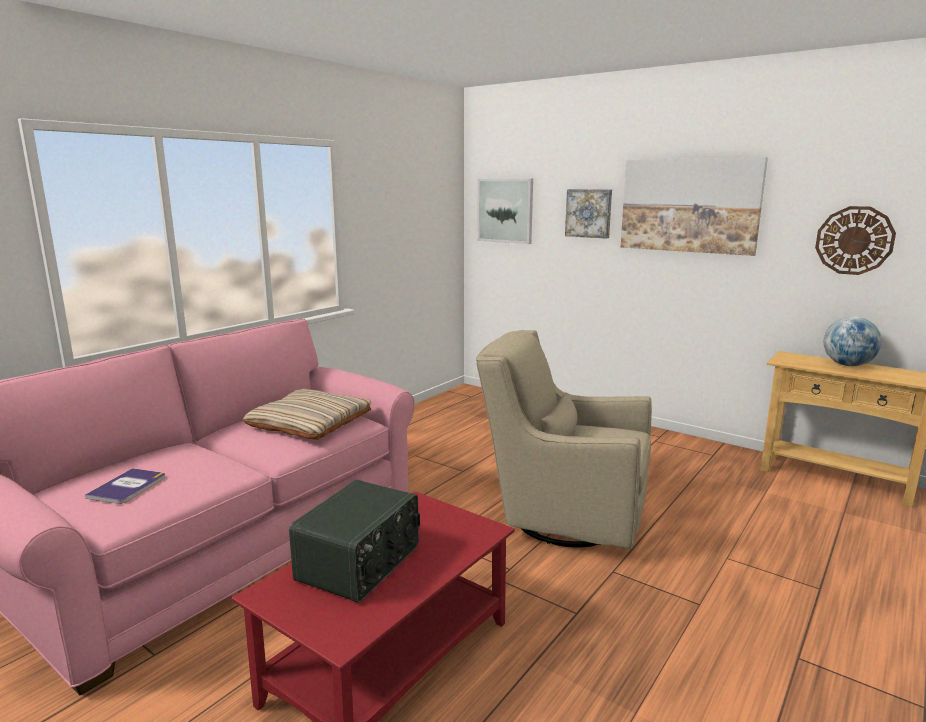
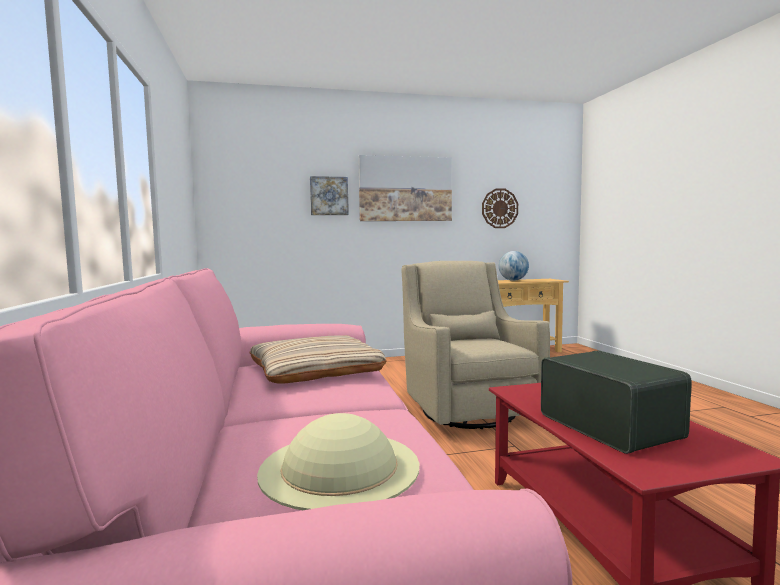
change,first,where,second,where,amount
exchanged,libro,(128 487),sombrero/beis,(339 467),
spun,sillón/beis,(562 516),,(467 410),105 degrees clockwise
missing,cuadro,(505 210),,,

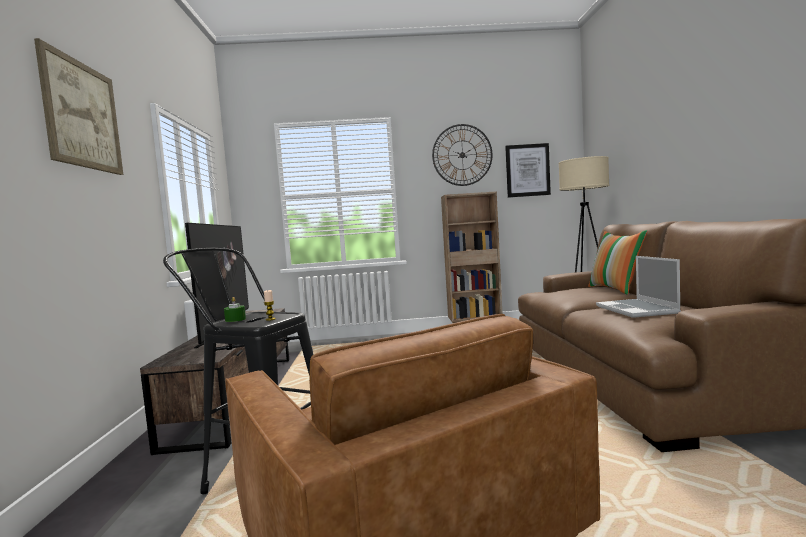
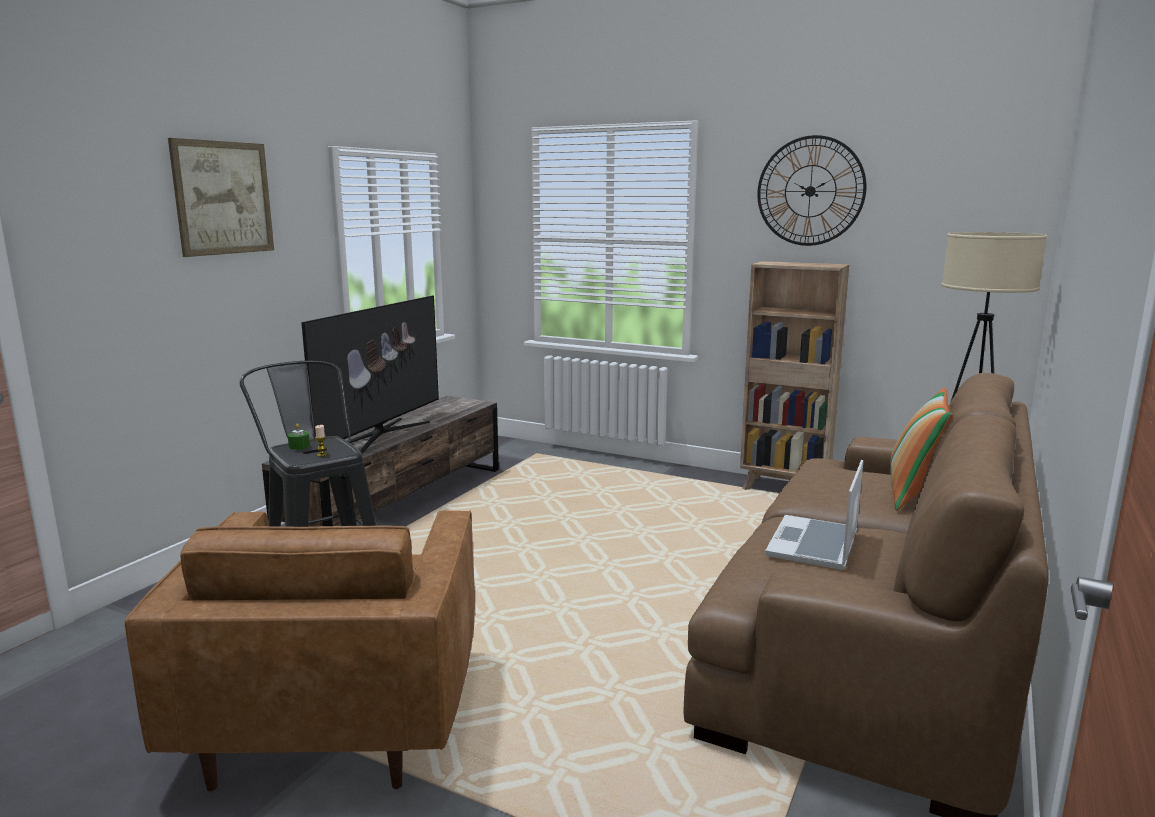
change,first,where,second,where,amount
missing,cuadro,(527 170),,,

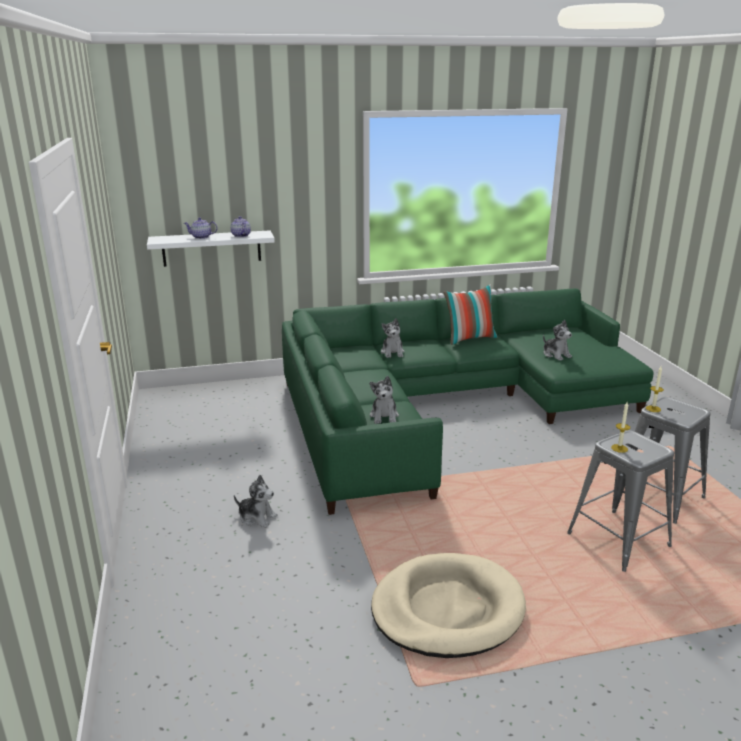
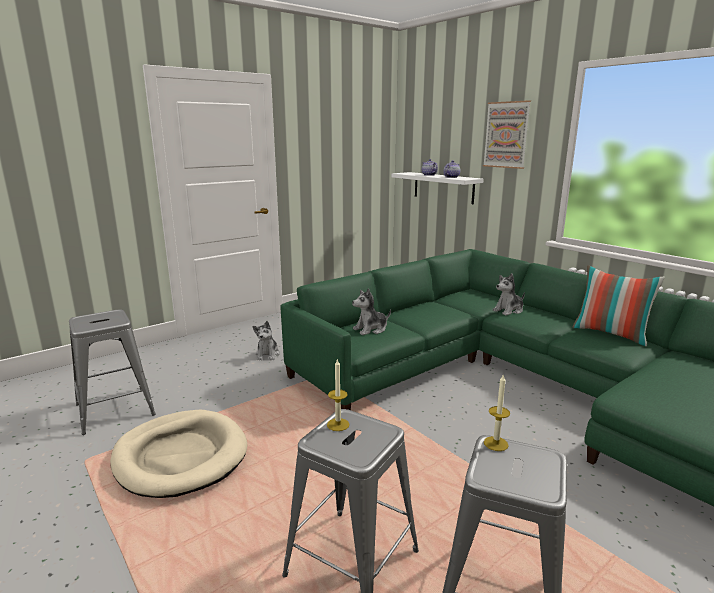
change,first,where,second,where,amount
appeared,,,taburete/gris,(114 410),
appeared,,,cuadro,(506 135),
missing,peluche,(556 355),,,

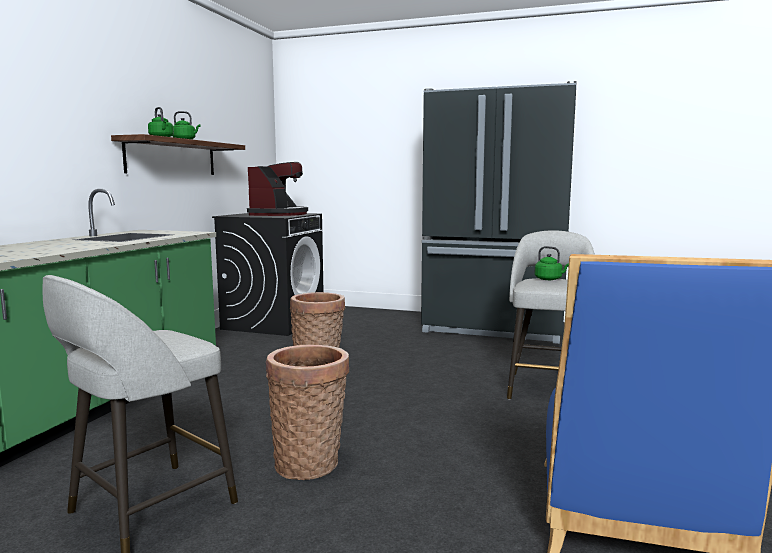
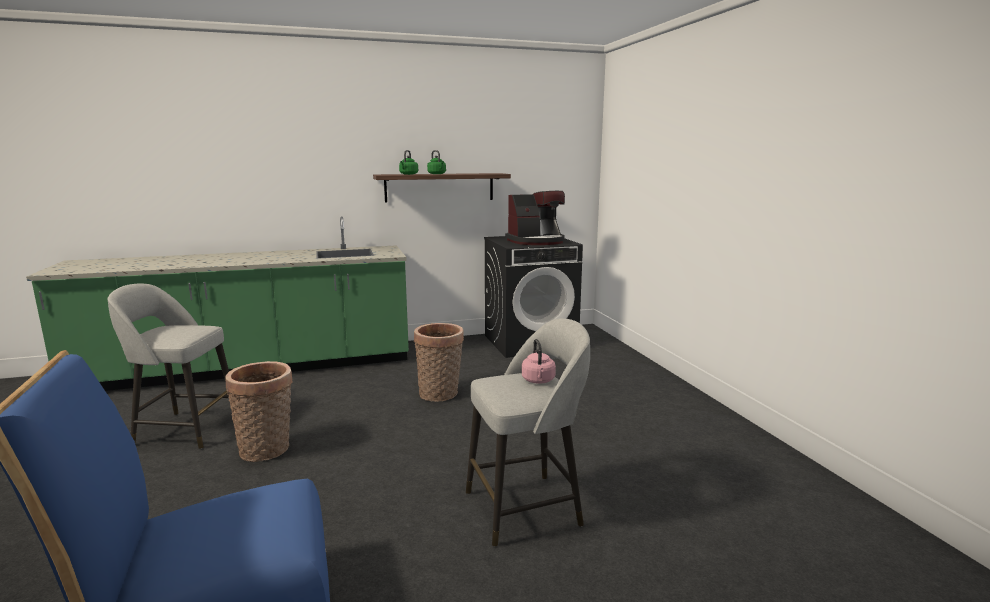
change,first,where,second,where,amount
colour,hervidor/verde,(549 279),hervidor/rosa,(538 381),
missing,nevera/negro,(494 328),,,

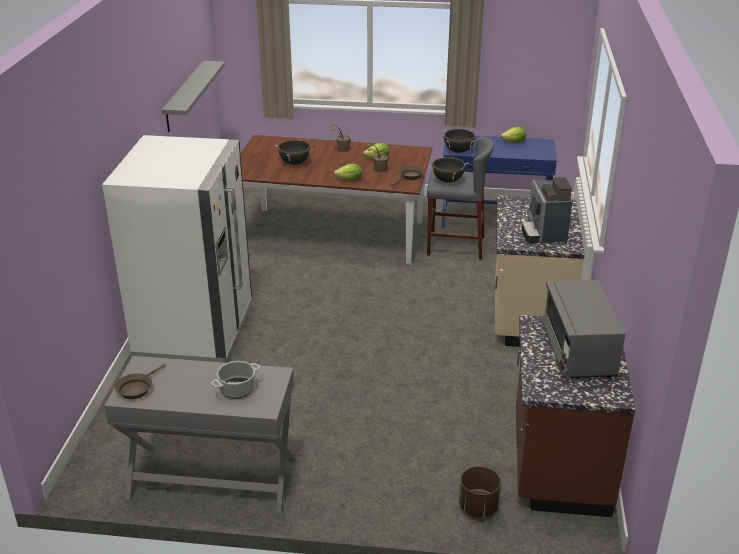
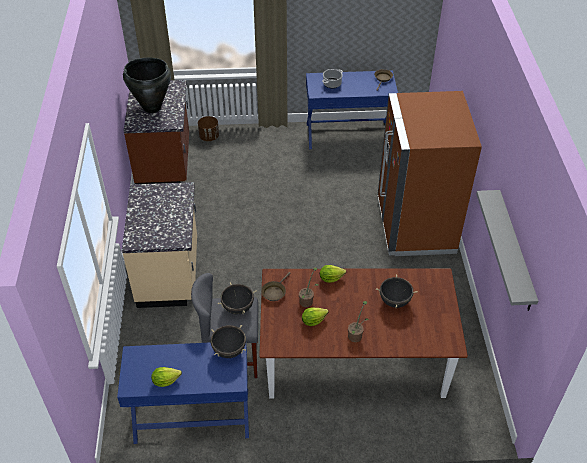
change,first,where,second,where,amount
exchanged,microondas/gris,(578 351),florero/negro,(152 107),
colour,mesa consola/gris,(212 479),mesa consola/azul,(348 134),
colour,nevera/blanco,(195 331),nevera/marrón,(415 226),
missing,cafetera,(544 232),,,

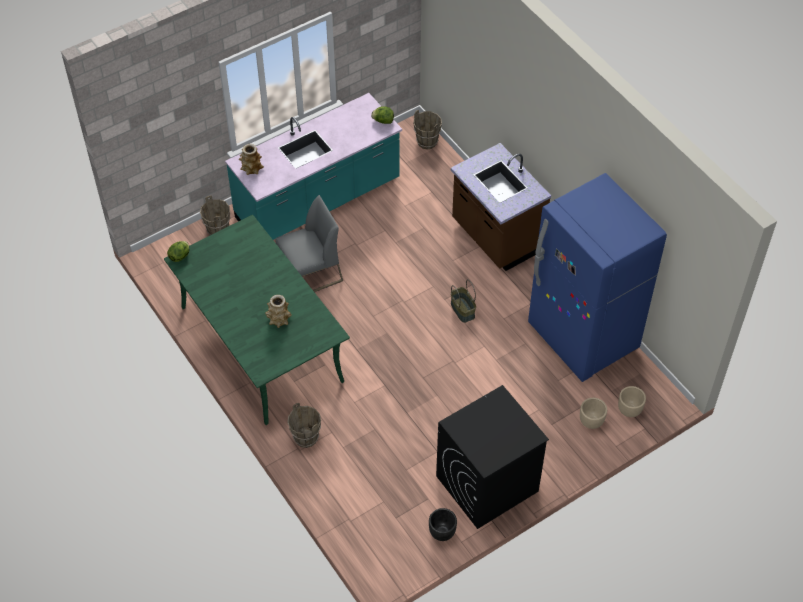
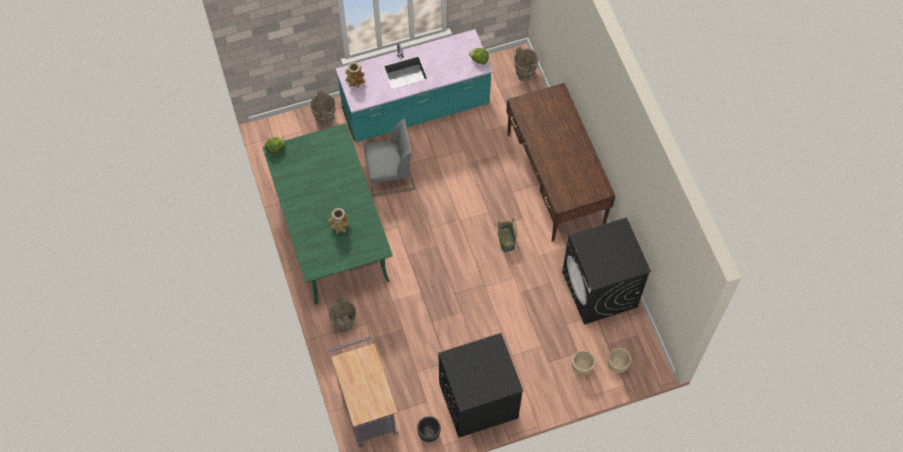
change,first,where,second,where,amount
appeared,,,carrito/gris,(366 406),
exchanged,mueble bajo de cocina/marrón,(495 237),escritorio/marrón,(555 178),
exchanged,nevera/azul,(583 337),lavadora/negro,(600 290),

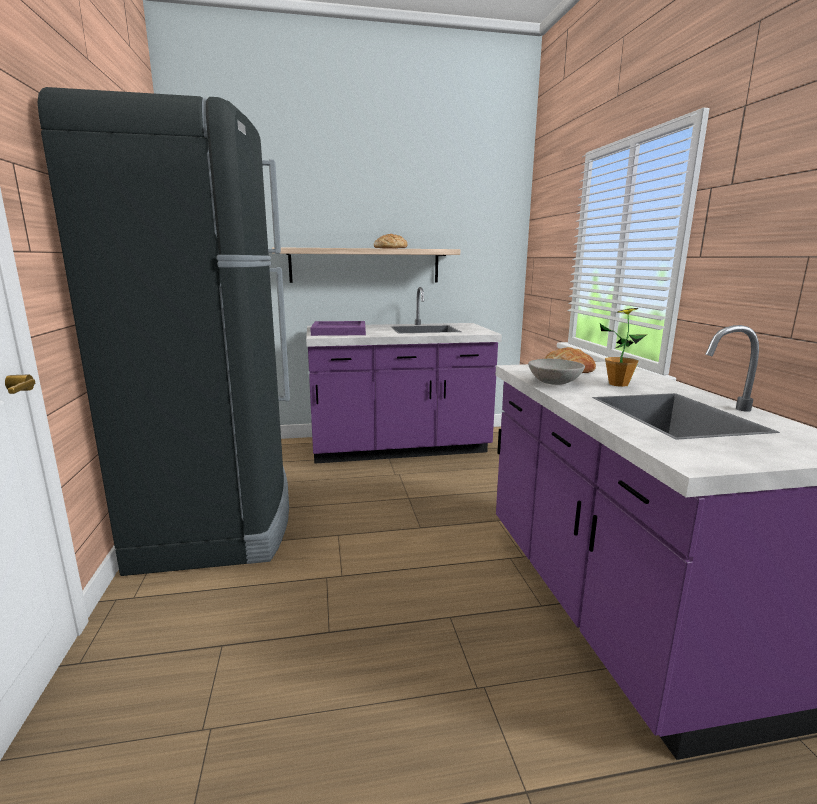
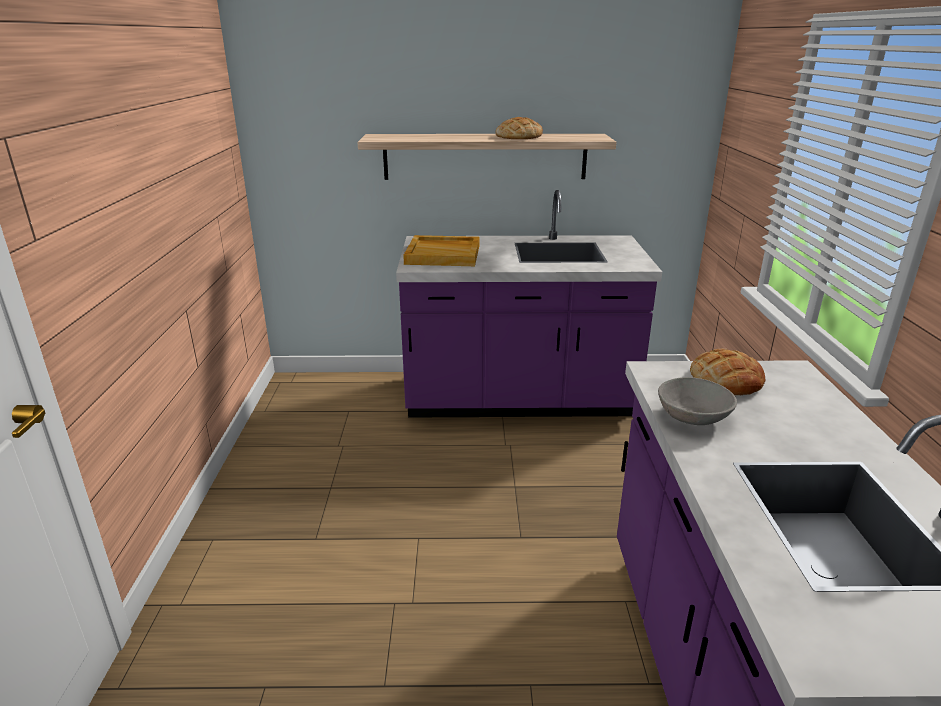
change,first,where,second,where,amount
colour,bandeja/morado,(339 331),bandeja/beis,(444 254),
missing,nevera/negro,(218 521),,,
missing,planta en maceta,(618 384),,,

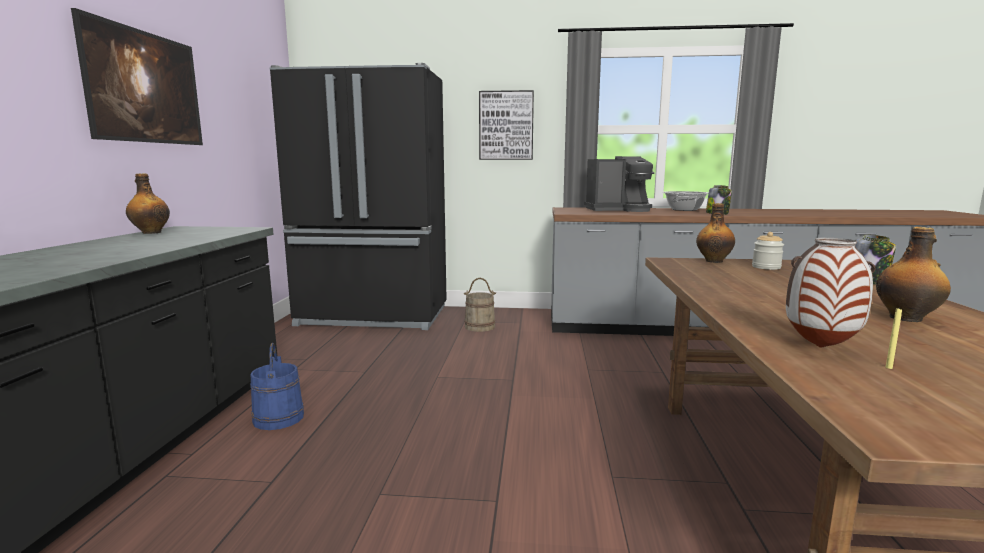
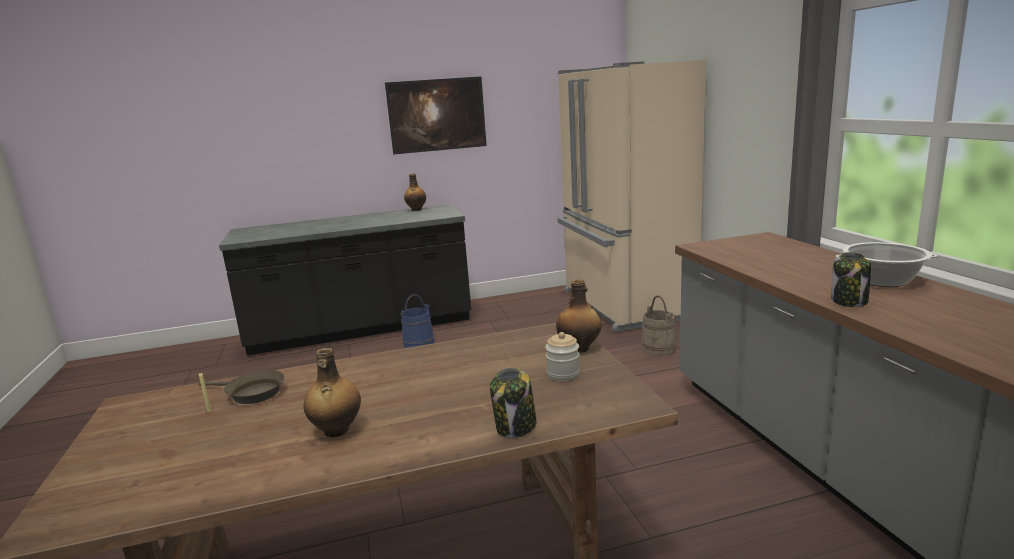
change,first,where,second,where,amount
exchanged,florero,(821 347),sartén/marrón,(251 393),
colour,nevera/negro,(373 317),nevera/beis,(624 305),
missing,cuadro,(506 125),,,
missing,cafetera,(619 210),,,

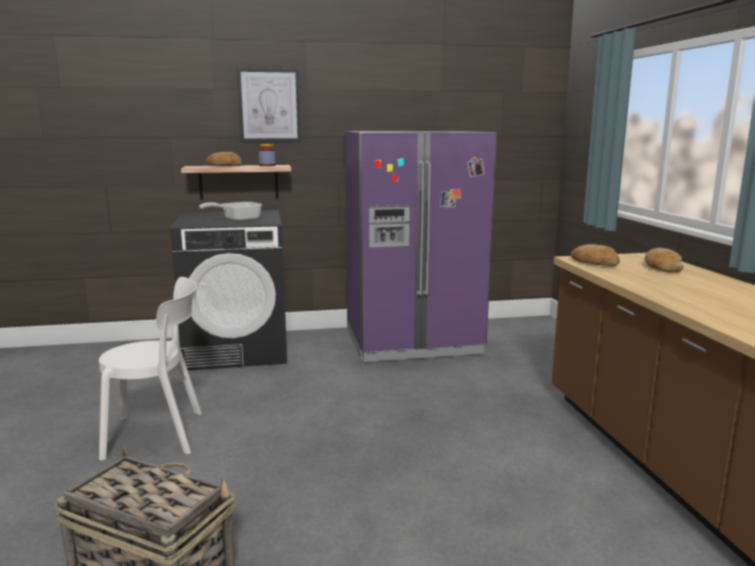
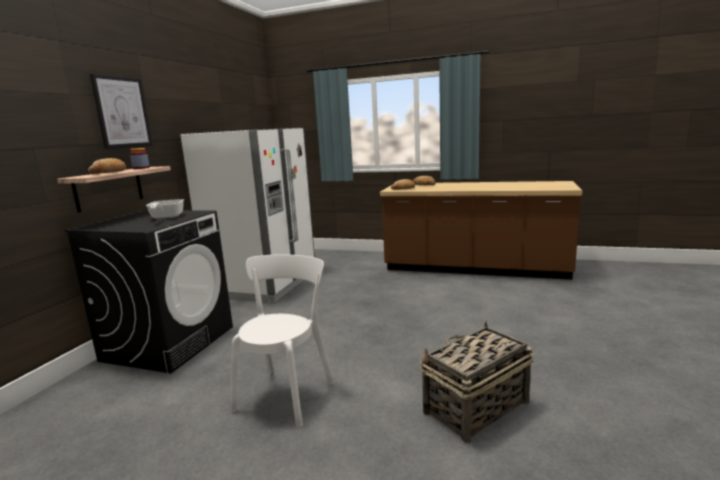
change,first,where,second,where,amount
colour,nevera/morado,(412 341),nevera/blanco,(264 284),

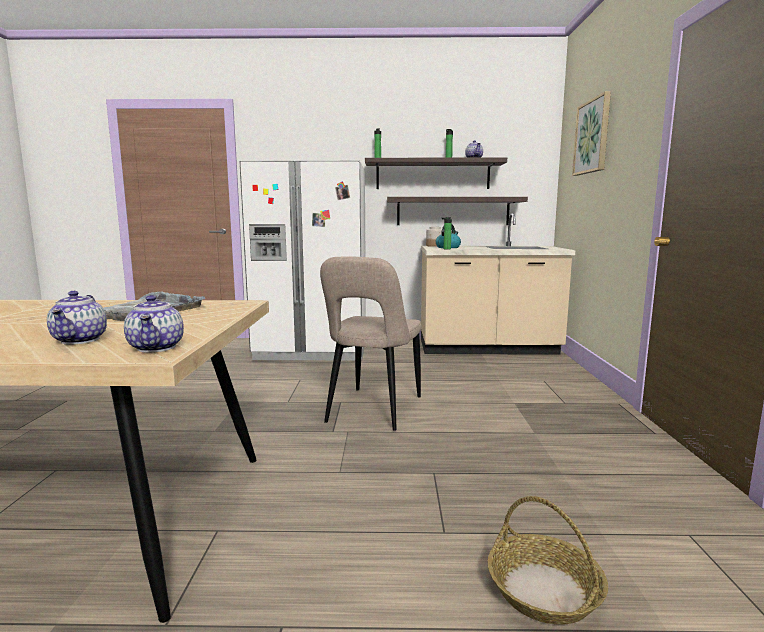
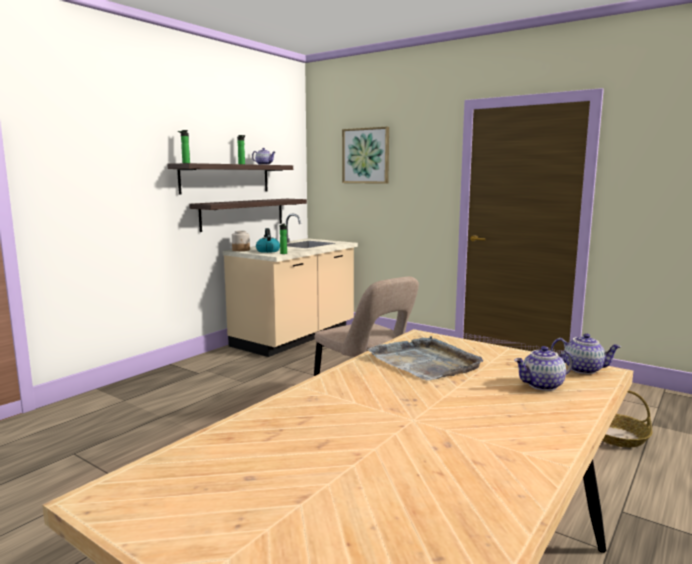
change,first,where,second,where,amount
spun,tetera,(81 340),,(542 386),135 degrees clockwise
missing,nevera/blanco,(313 350),,,

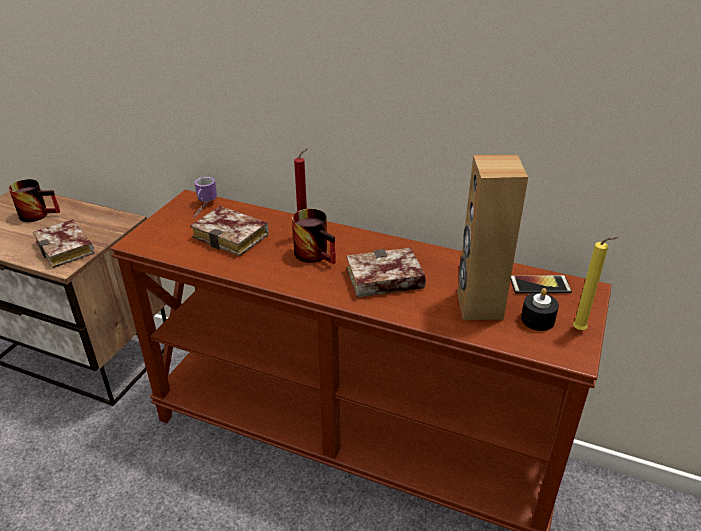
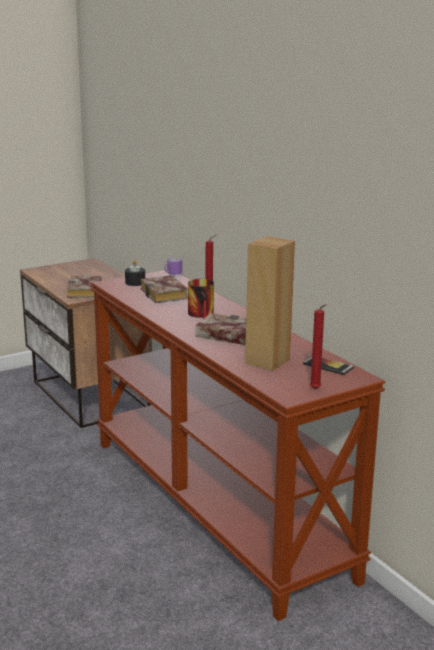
change,first,where,second,where,amount
relocated,vela/negro,(537 319),,(135 282),
colour,vela/amarillo,(581 330),vela/rojo,(316 390),
missing,taza grande,(39 213),,,

